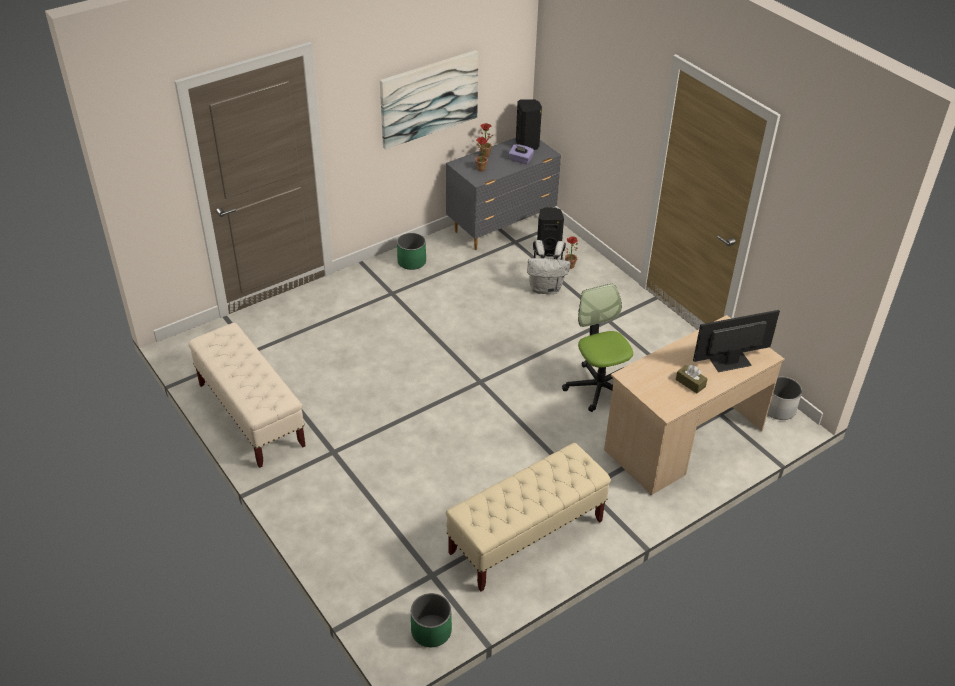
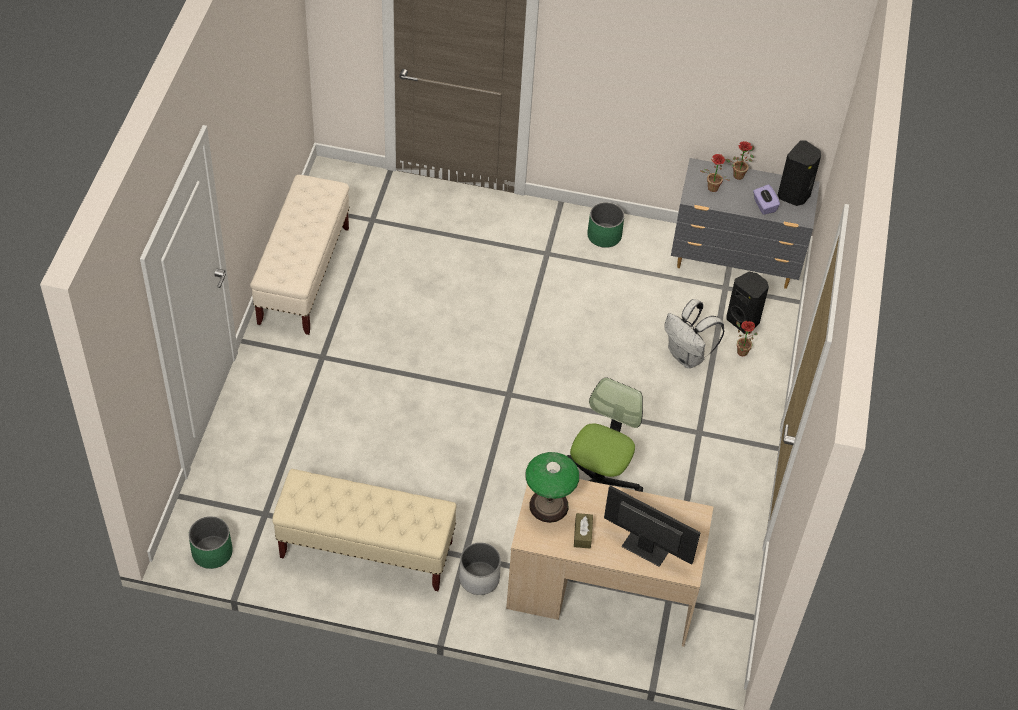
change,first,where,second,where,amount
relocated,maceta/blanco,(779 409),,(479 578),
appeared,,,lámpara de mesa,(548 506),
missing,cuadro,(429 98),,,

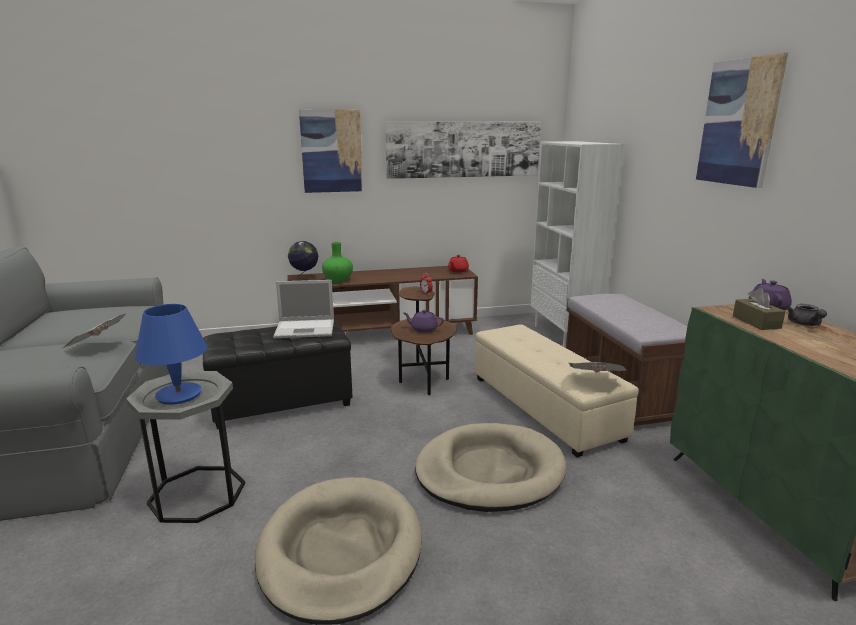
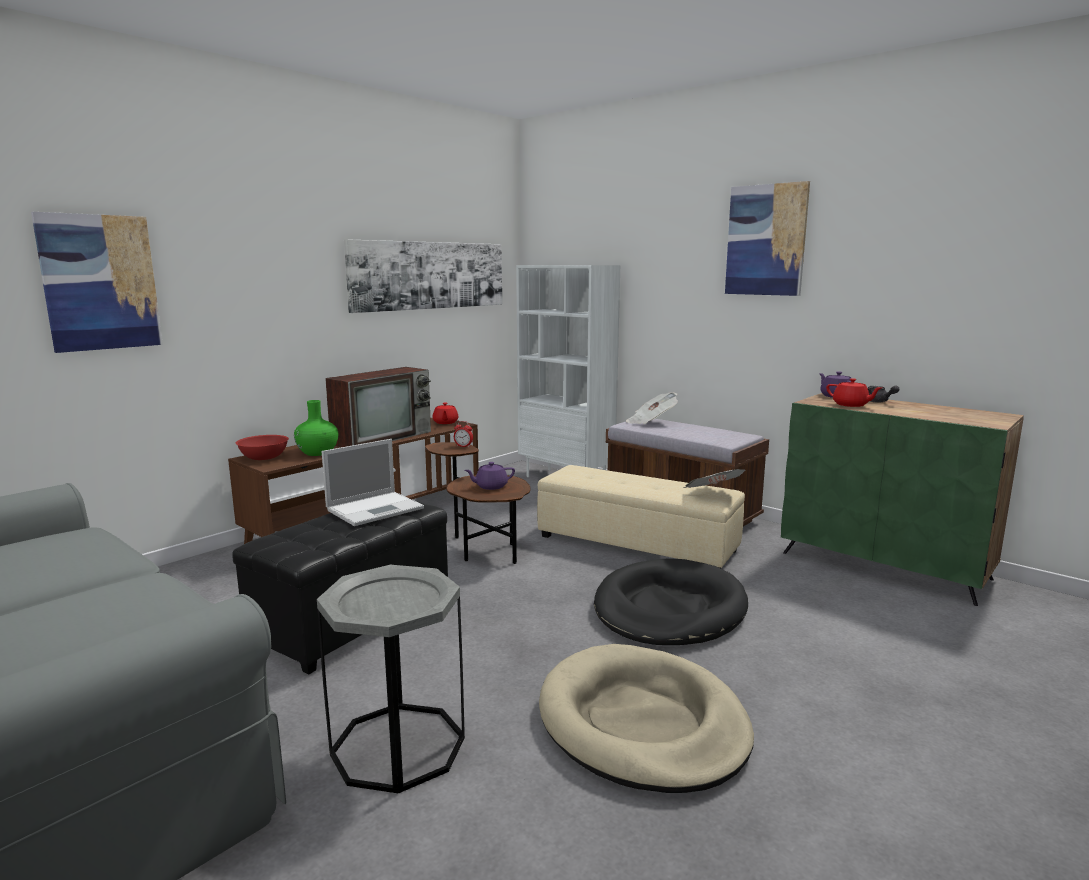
change,first,where,second,where,amount
relocated,cuadro,(331 151),,(100 282),
exchanged,globo terráqueo,(304 278),cuenco/rojo,(264 458),
appeared,,,televisor,(383 437),
colour,cama para perro/beis,(489 471),cama para perro/negro,(669 609),
relocated,periódico,(97 346),,(651 422),
exchanged,caja de pañuelos/marrón,(756 322),tetera/rojo,(851 405),
missing,lámpara de mesa/azul,(178 395),,,

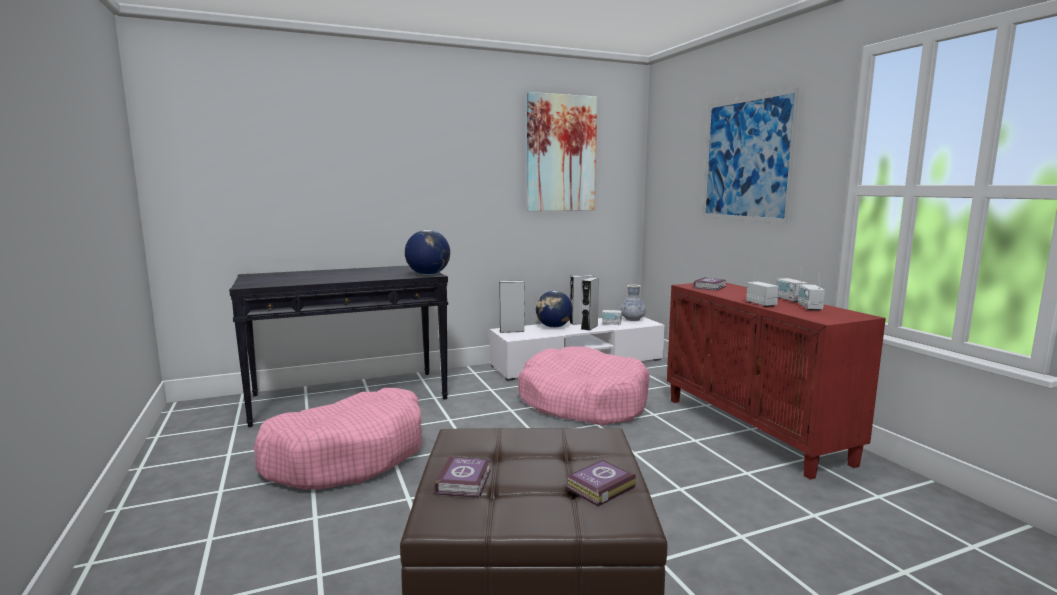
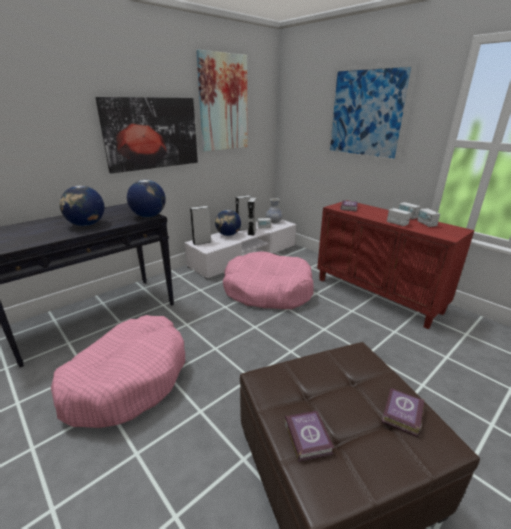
change,first,where,second,where,amount
appeared,,,globo terráqueo,(86 225),
appeared,,,cuadro,(152 133),

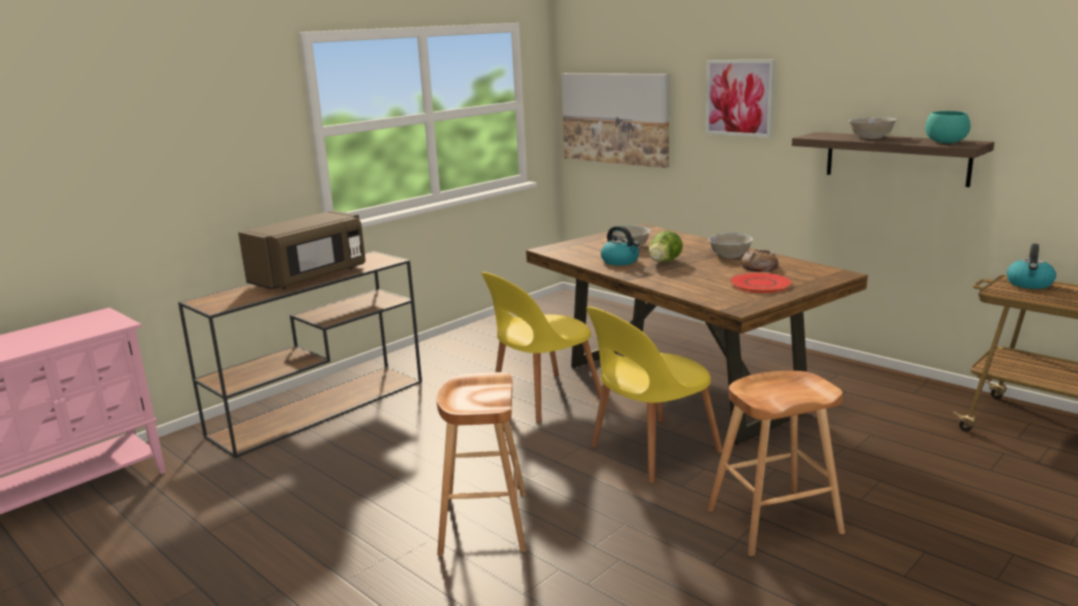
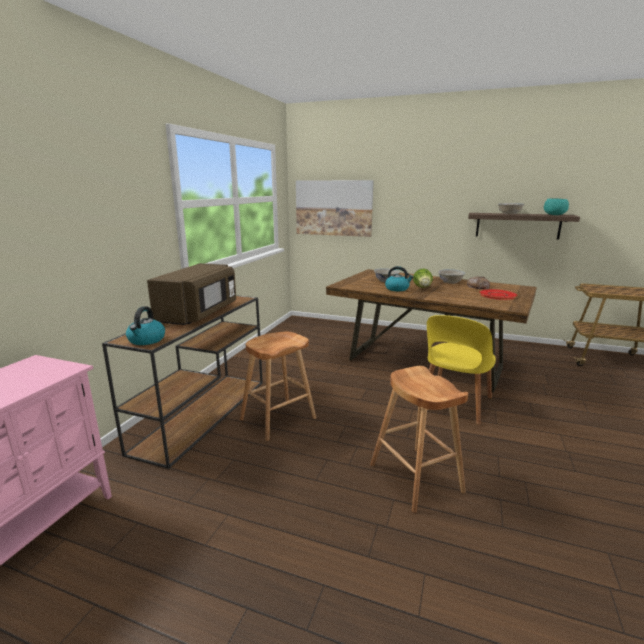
change,first,where,second,where,amount
relocated,hervidor,(1029 284),,(146 340),
relocated,taburete/marrón,(773 521),,(278 419),
missing,silla/amarillo,(543 399),,,
missing,cuadro,(739 98),,,

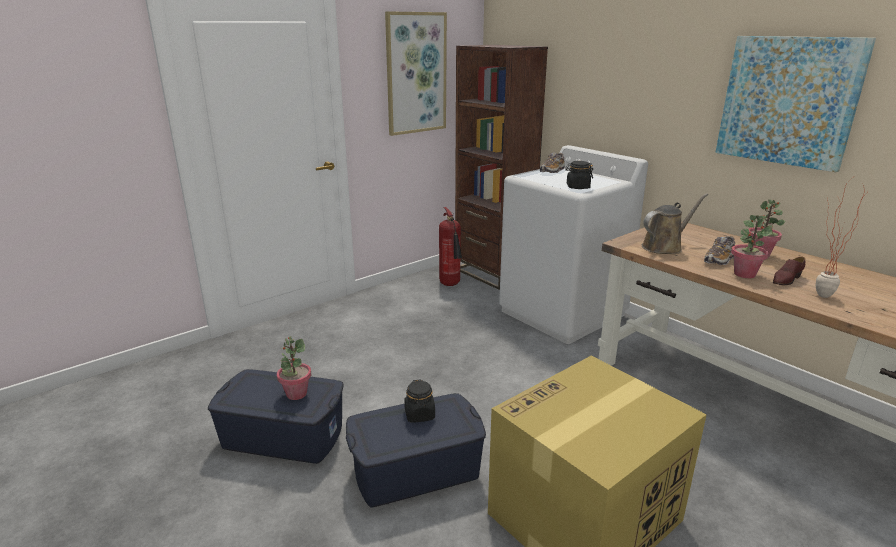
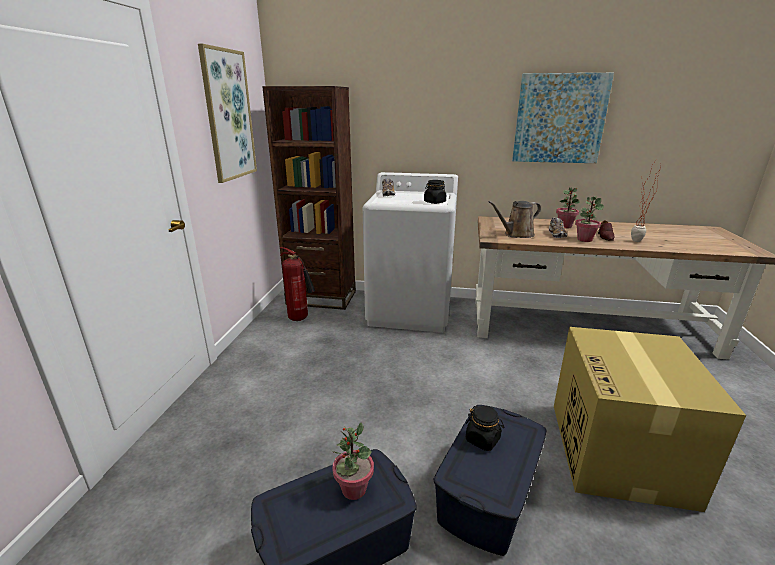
change,first,where,second,where,amount
spun,regadera/marrón,(664 247),,(516 234),135 degrees counterclockwise

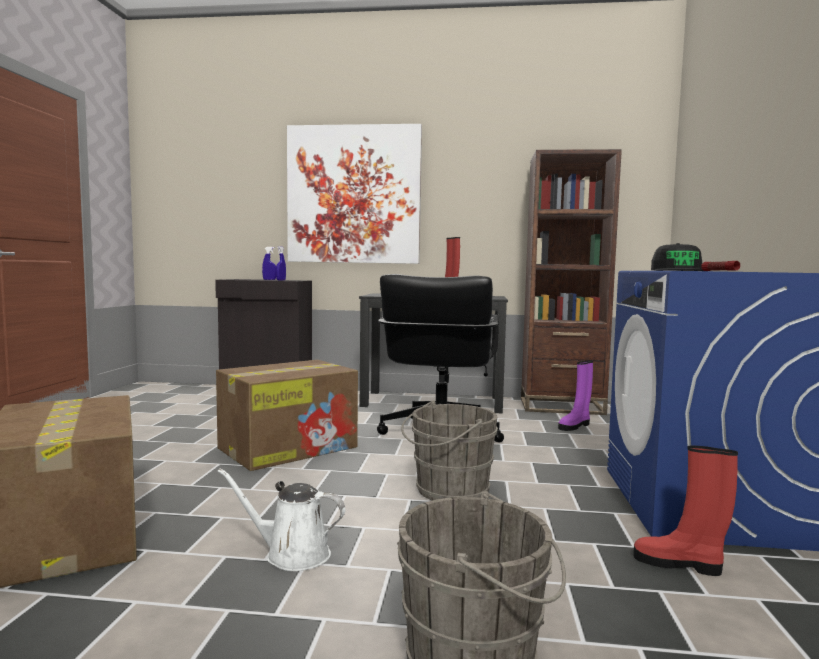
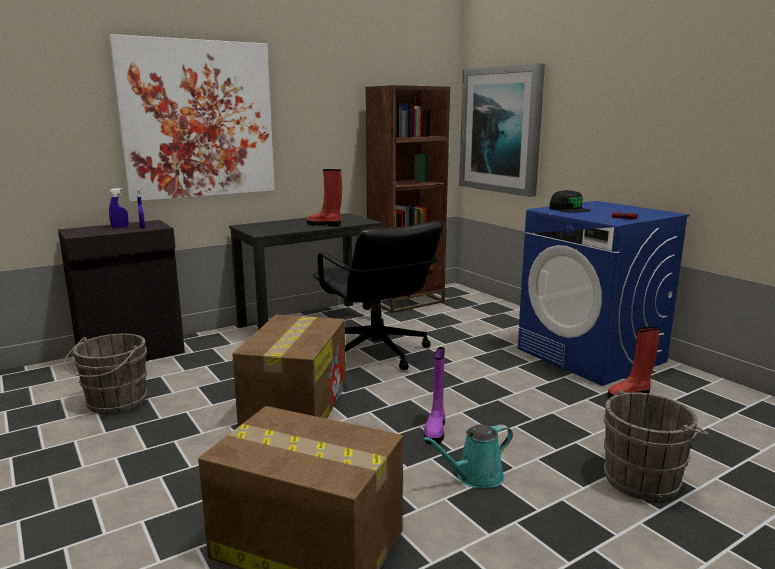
change,first,where,second,where,amount
relocated,cubo/gris,(448 490),,(114 403),
colour,regadera/blanco,(291 554),regadera/turquesa,(476 477),
relocated,bota/morado,(575 426),,(435 430),
appeared,,,cuadro,(501 130),

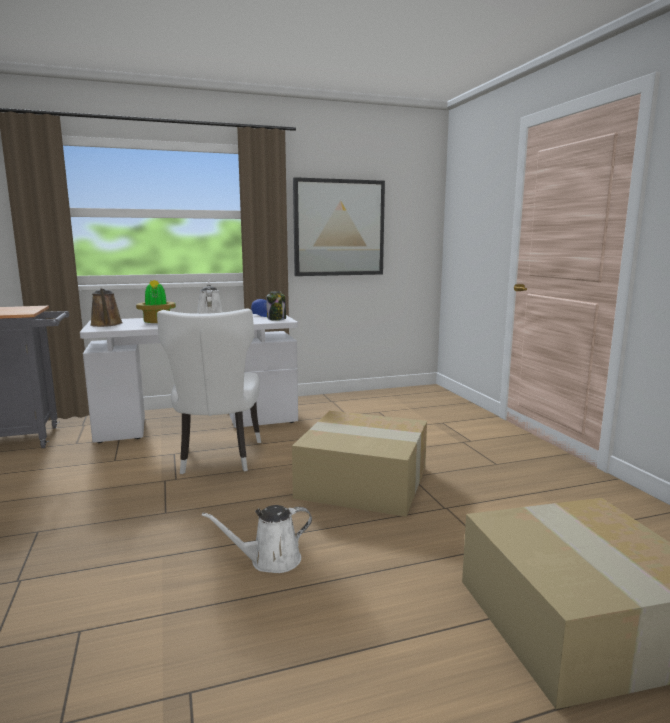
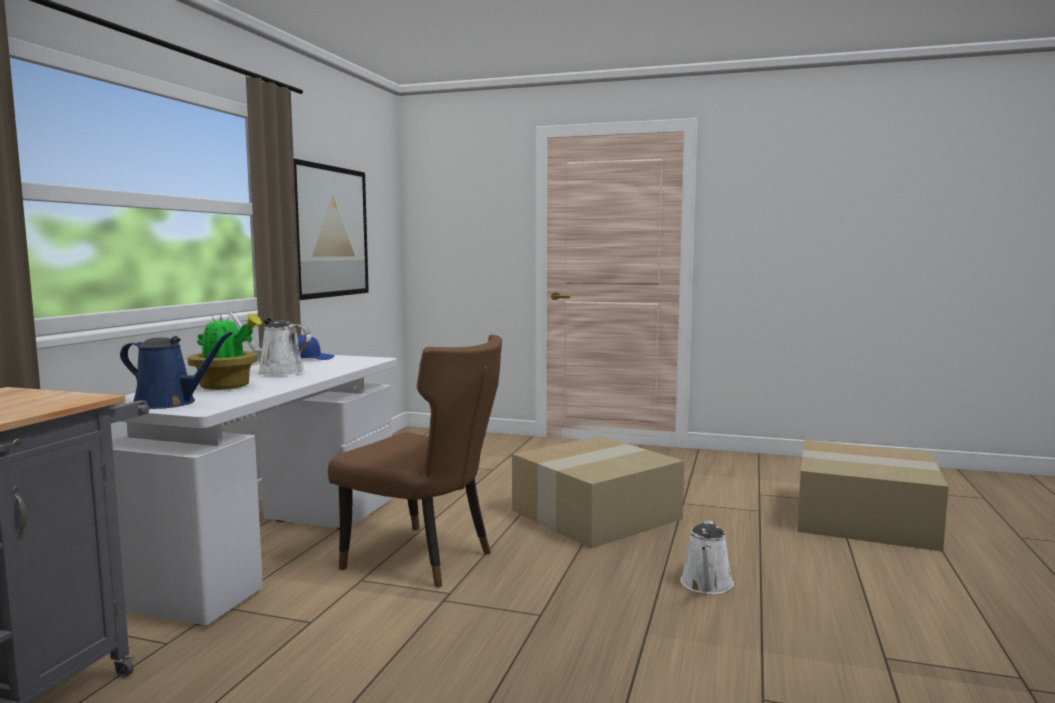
change,first,where,second,where,amount
colour,regadera/marrón,(106 324),regadera/azul,(170 403),
colour,silla/blanco,(217 458),silla/marrón,(425 559),
missing,tarro,(277 319),,,

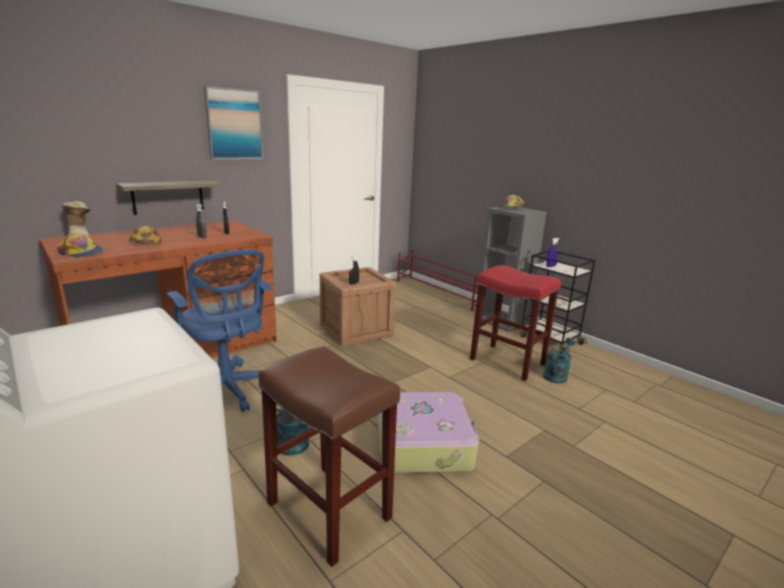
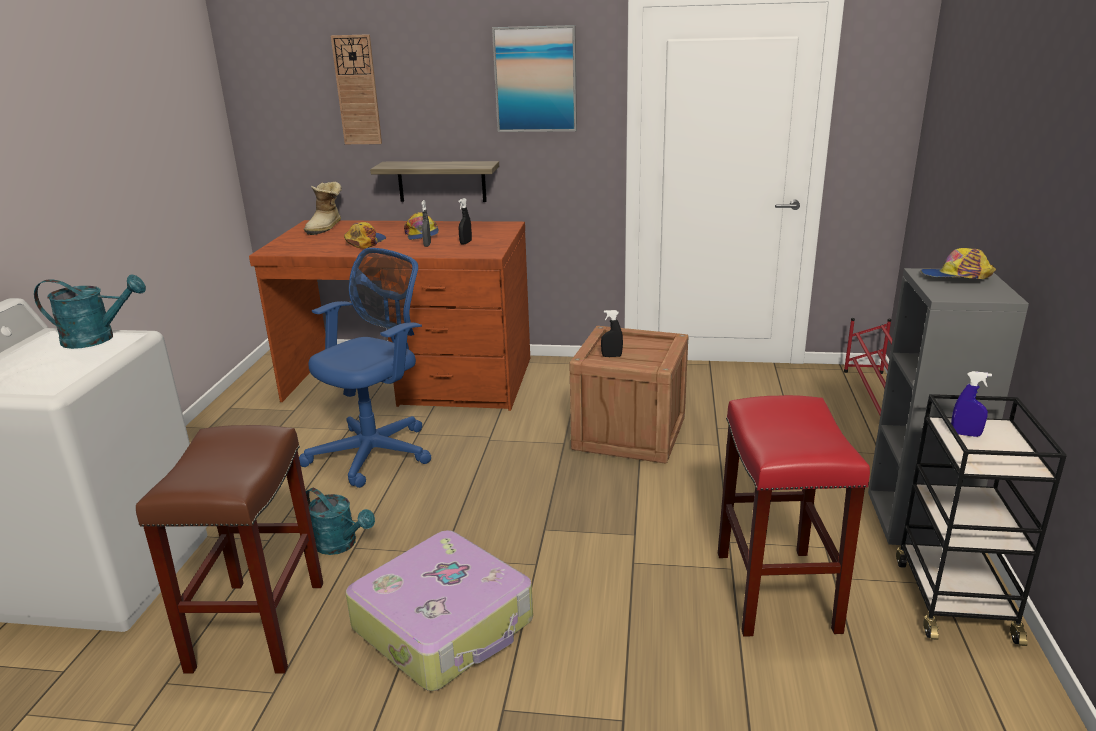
change,first,where,second,where,amount
relocated,regadera/turquesa,(556 375),,(98 338),
spun,silla de oficina/azul,(228 391),,(376 452),150 degrees counterclockwise
appeared,,,reloj de pared,(357 90),
relocated,gorra,(81 253),,(421 234),

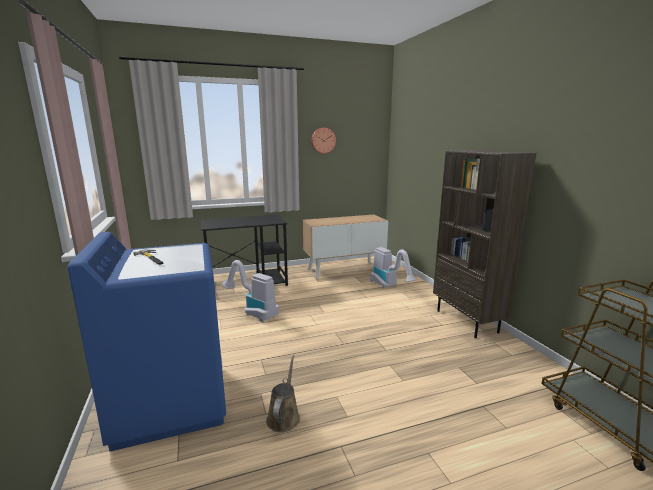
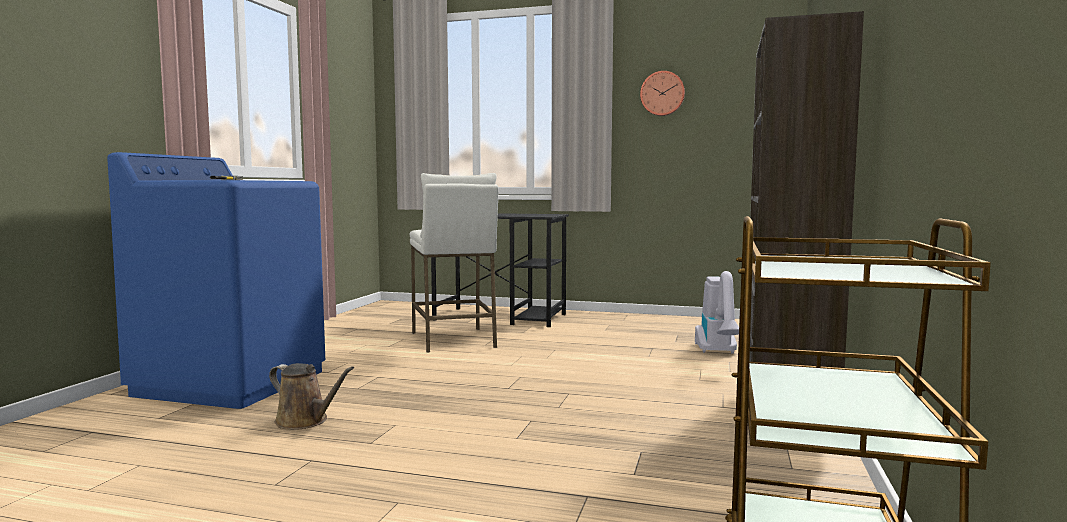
change,first,where,second,where,amount
spun,regadera/marrón,(284 416),,(305 421),75 degrees clockwise
exchanged,aspiradora,(252 311),taburete/blanco,(454 340),
missing,armario,(344 269),,,

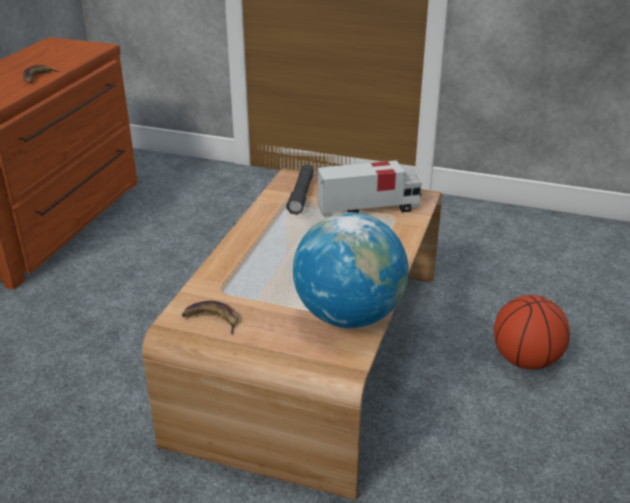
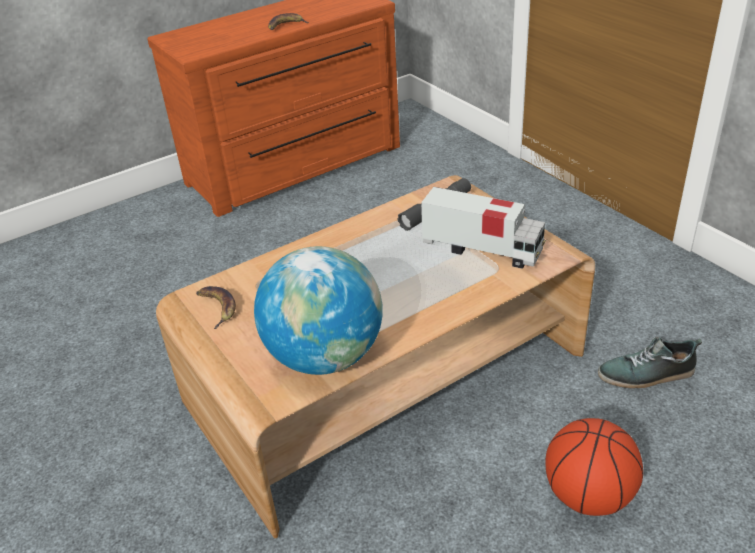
change,first,where,second,where,amount
appeared,,,zapato,(646 374),

